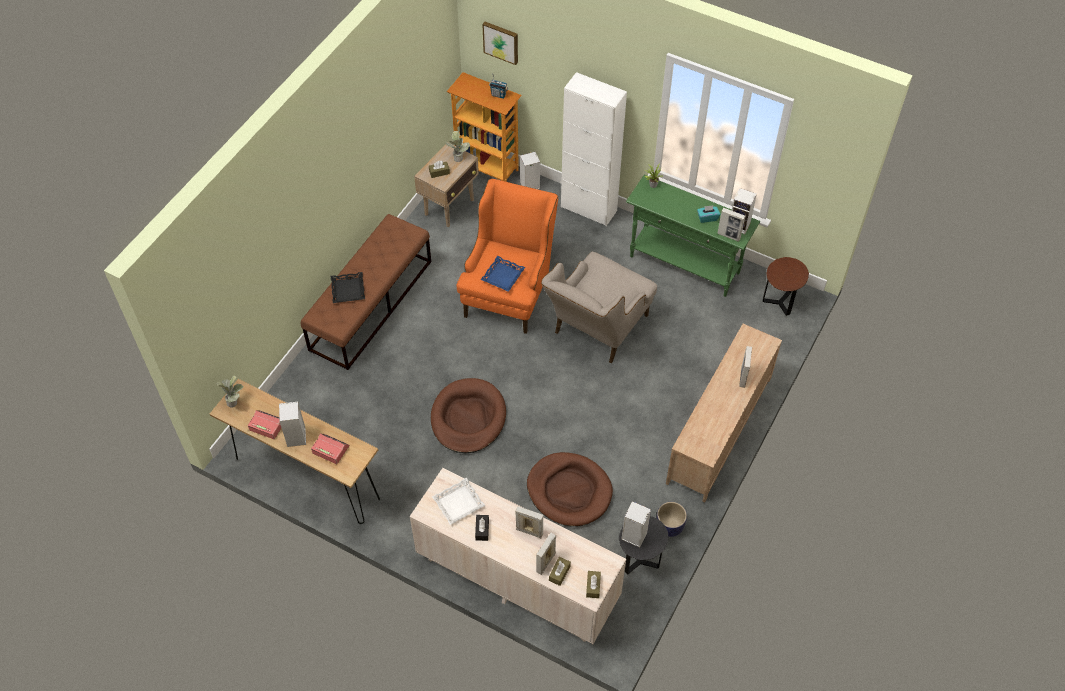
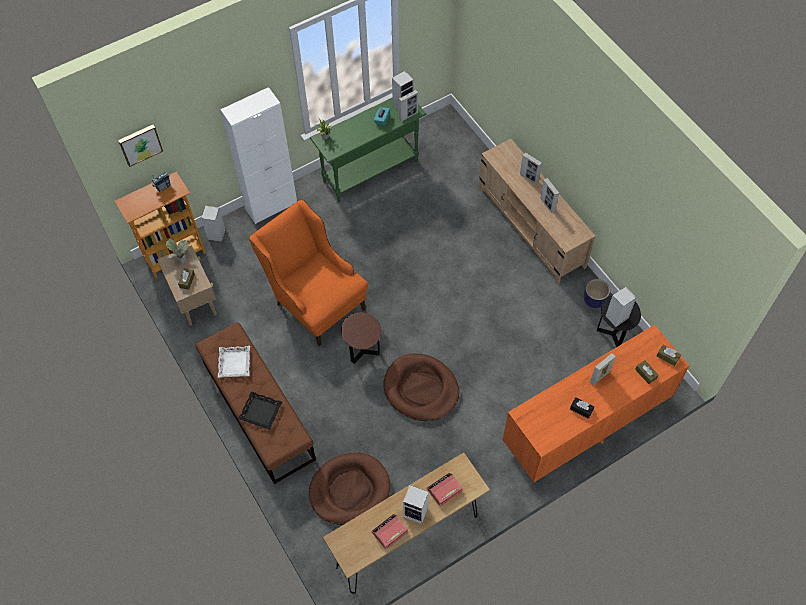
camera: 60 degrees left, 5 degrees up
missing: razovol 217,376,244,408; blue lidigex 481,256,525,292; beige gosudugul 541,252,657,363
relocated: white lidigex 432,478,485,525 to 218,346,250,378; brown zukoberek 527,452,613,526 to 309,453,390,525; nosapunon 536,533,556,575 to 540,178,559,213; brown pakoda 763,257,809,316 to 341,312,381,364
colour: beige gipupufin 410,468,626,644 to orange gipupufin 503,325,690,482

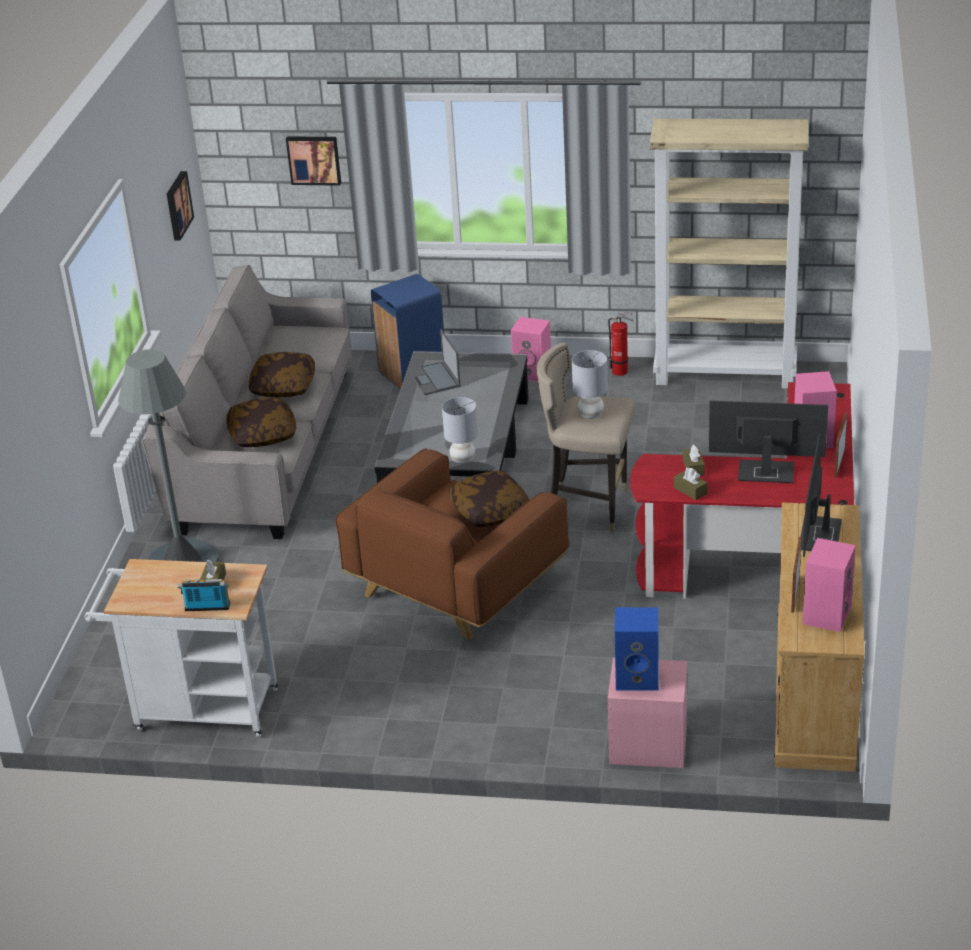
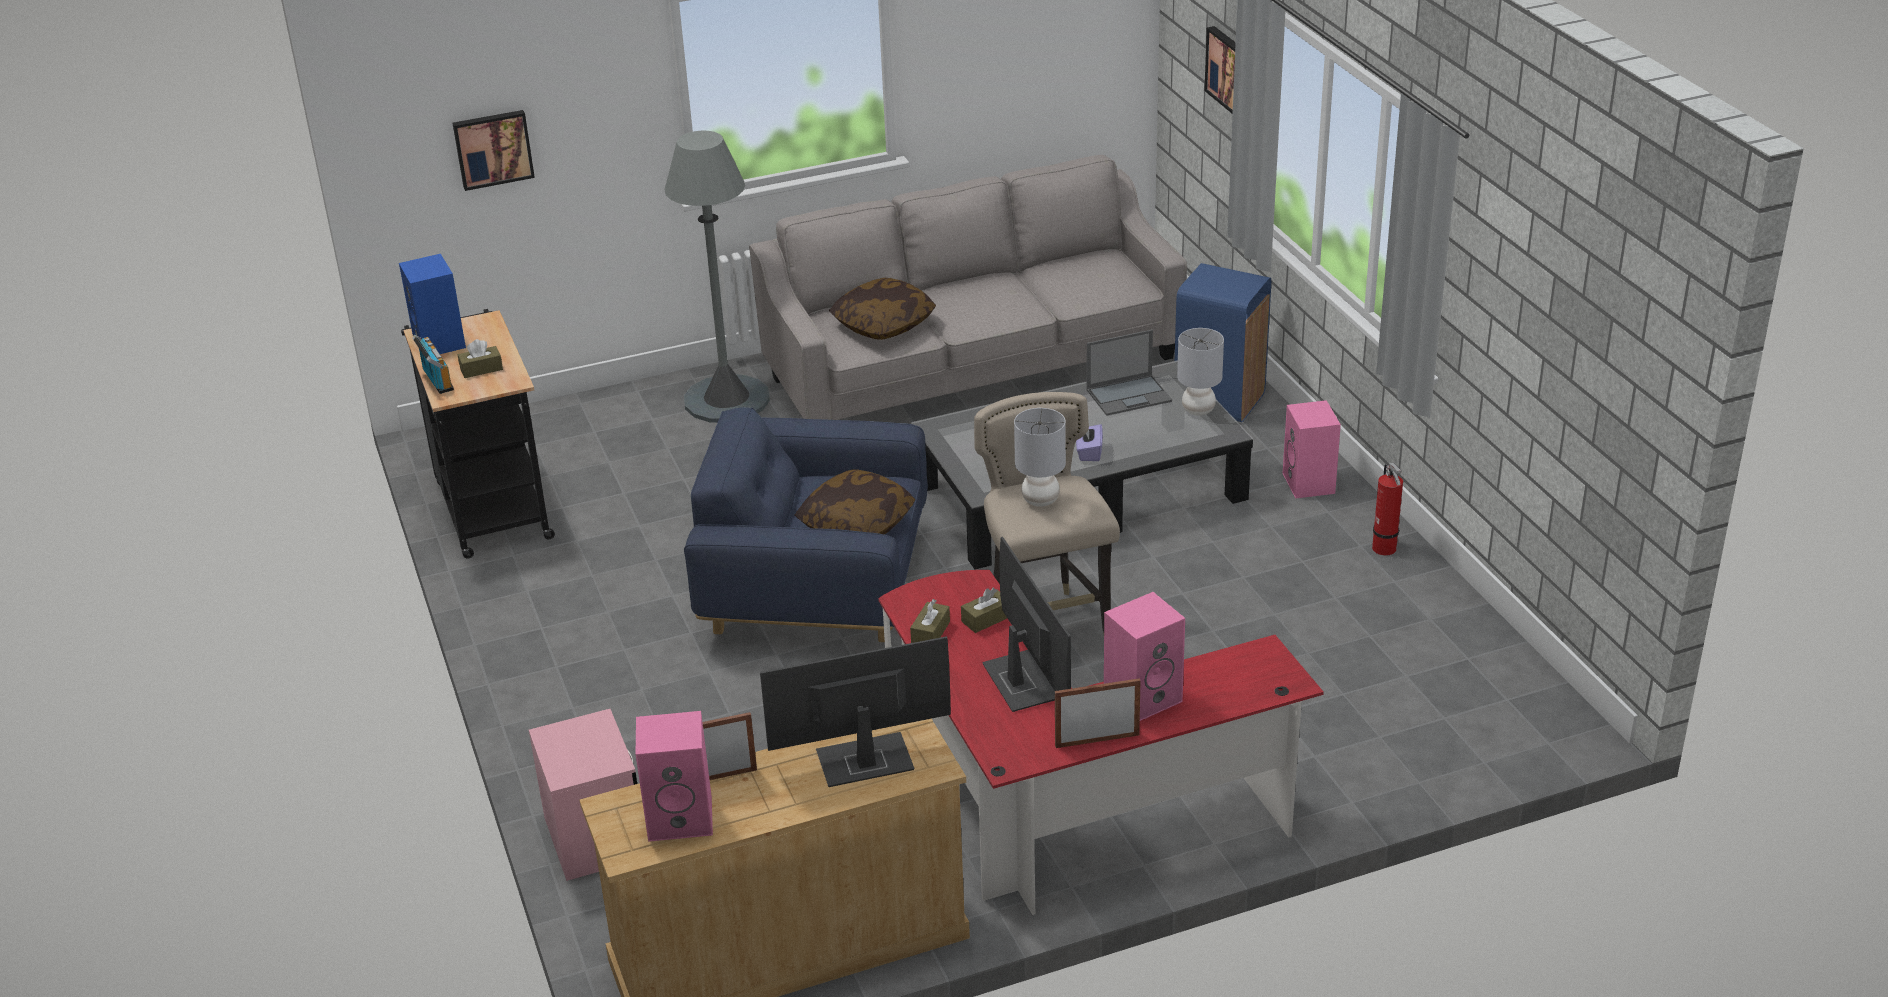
camera: 60 degrees right, 0 degrees up
missing: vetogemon 249,352,315,398; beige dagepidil 650,119,808,389
appeared: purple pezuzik 1076,424,1103,461
relocated: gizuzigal 167,171,194,241 to 453,110,535,191; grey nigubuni 442,397,478,464 to 1177,328,1224,416; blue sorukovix 615,607,659,691 to 399,254,466,354
colour: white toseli 84,559,278,737 to black toseli 401,309,555,559; brown gosudugul 335,449,569,640 to blue gosudugul 684,407,928,642
spun: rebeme 409,329,460,395 = 1086,330,1172,416 150 degrees counterclockwise

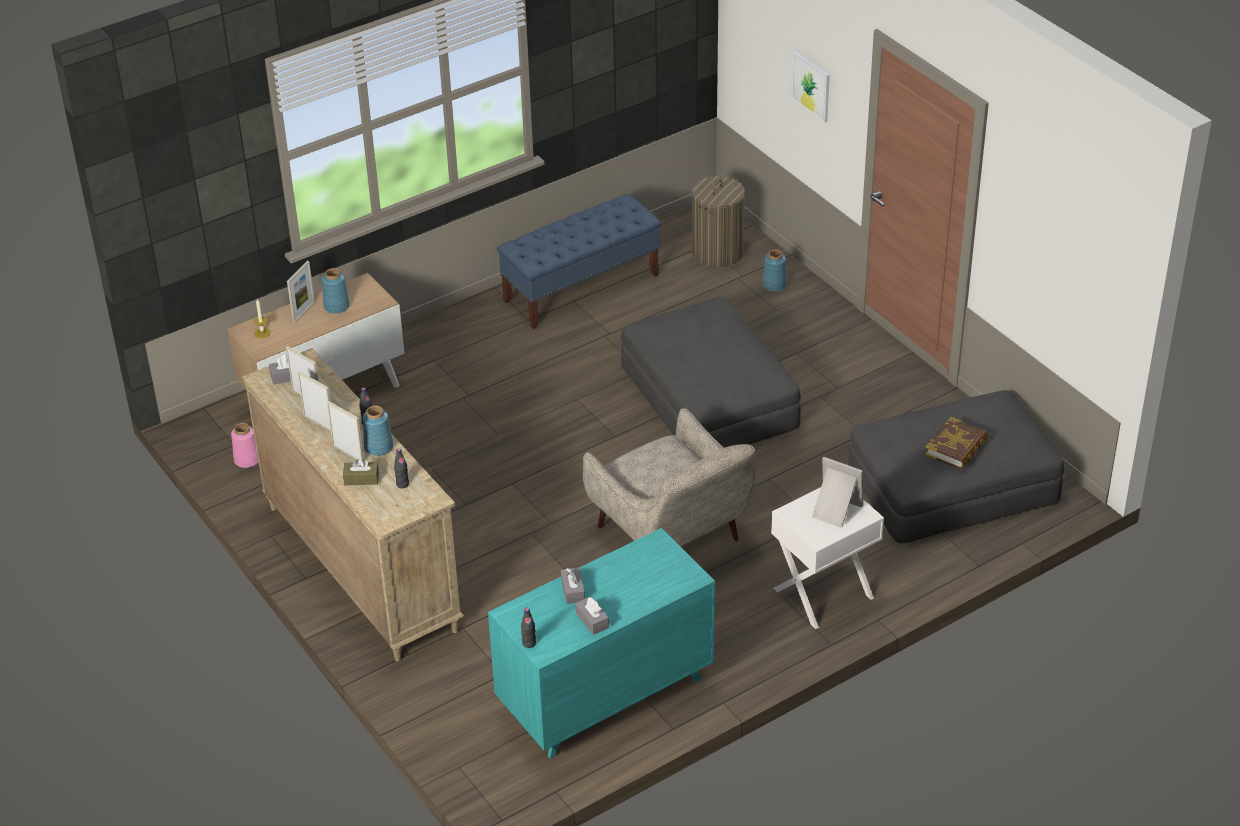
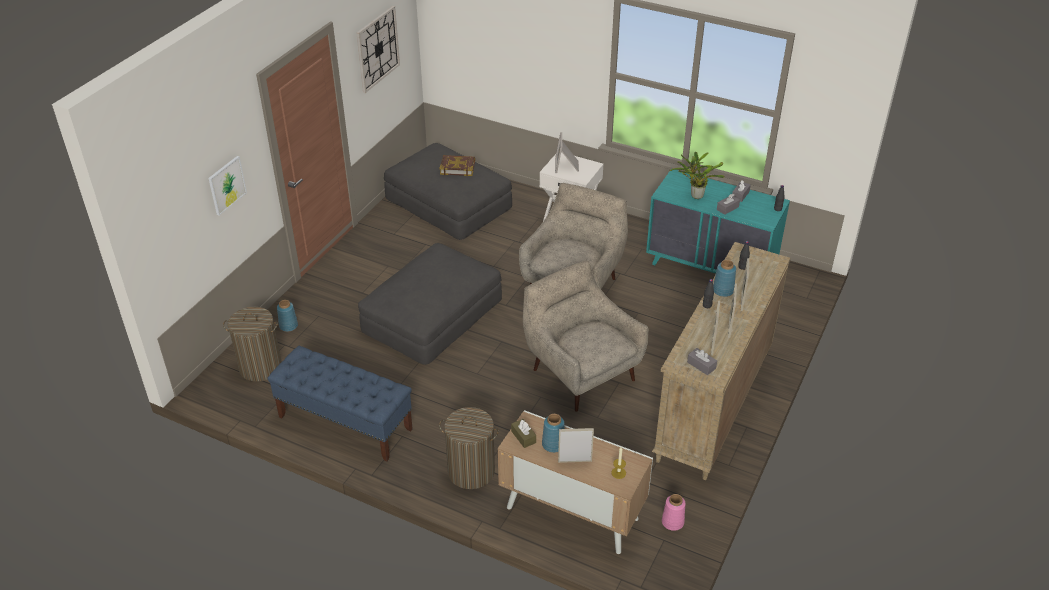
camera: 120 degrees left, 0 degrees up
appeared: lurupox 356,6,400,93; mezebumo 439,407,499,489; beige gosudugul 523,260,648,412; razovol 670,152,725,199
relocated: brown pezuzik 343,459,379,485 to 511,419,536,448

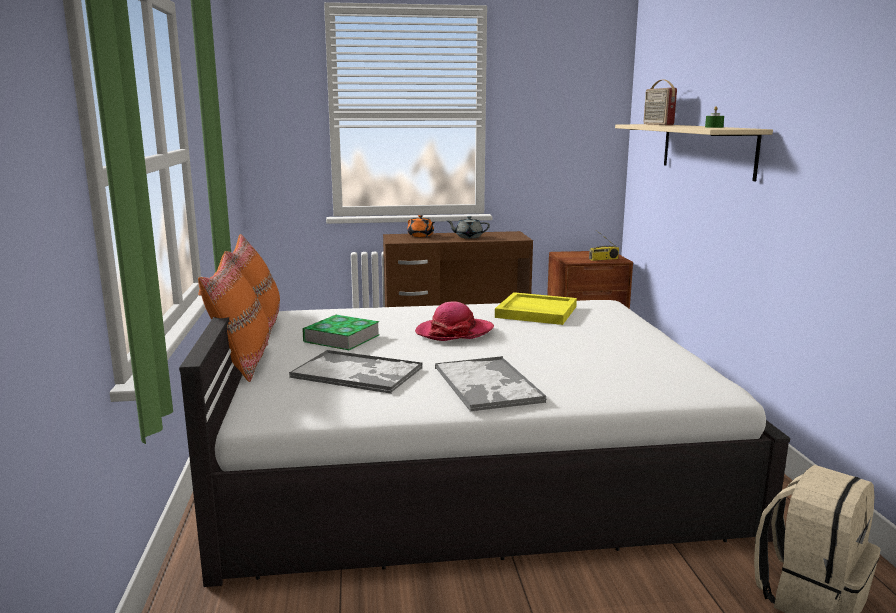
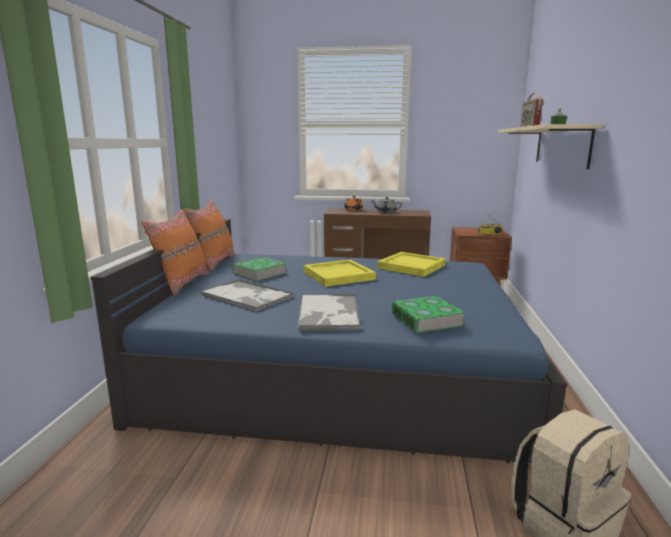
camera: 15 degrees right, 0 degrees up
appeared: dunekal 392,296,465,333
exchanged: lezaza 415,301,494,341 to yellow lidigex 304,260,376,287
colour: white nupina 179,300,790,587 to blue nupina 91,219,567,464

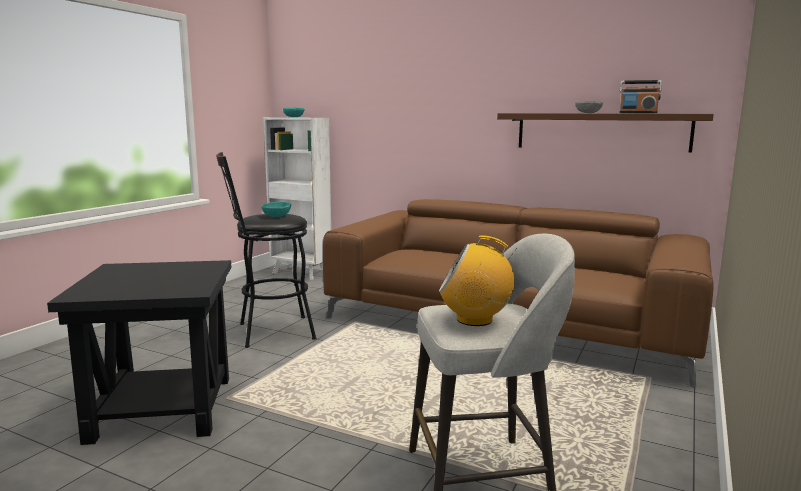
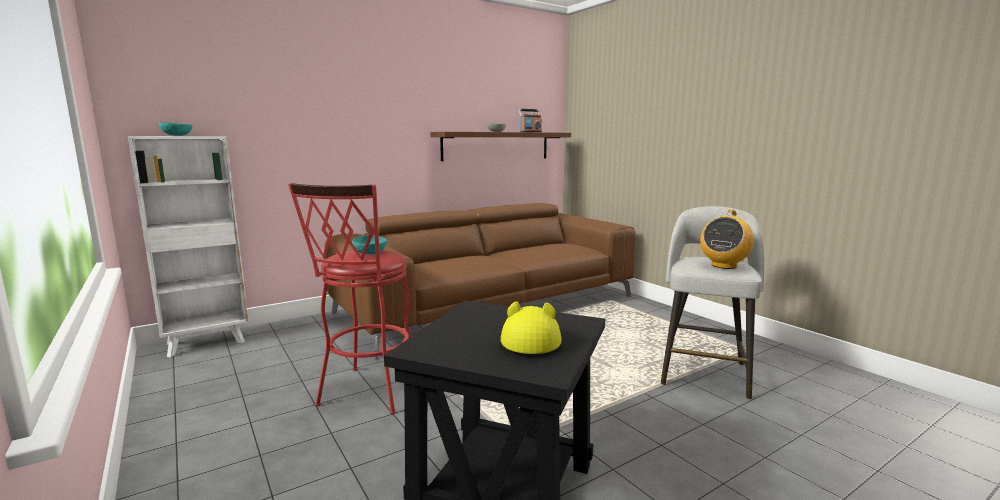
camera: 60 degrees left, 0 degrees up
appeared: yellow lezaza 501,301,562,354
colour: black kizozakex 216,152,316,348 to red kizozakex 288,183,411,414

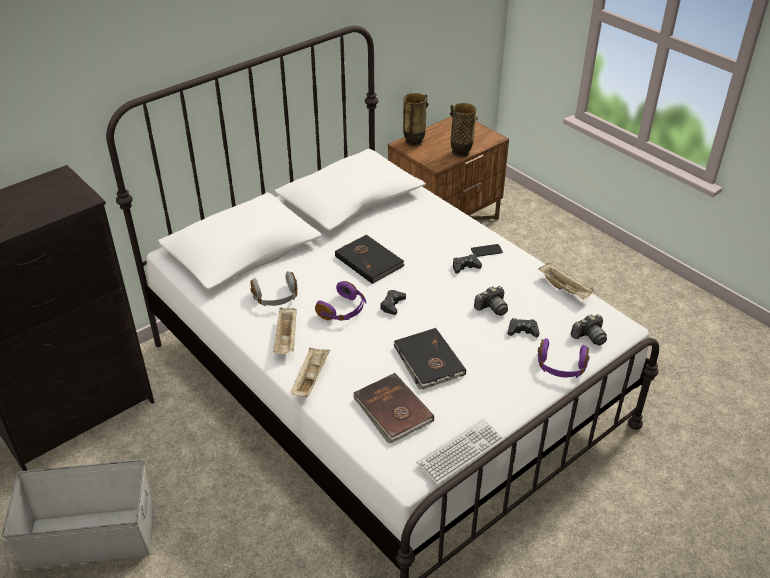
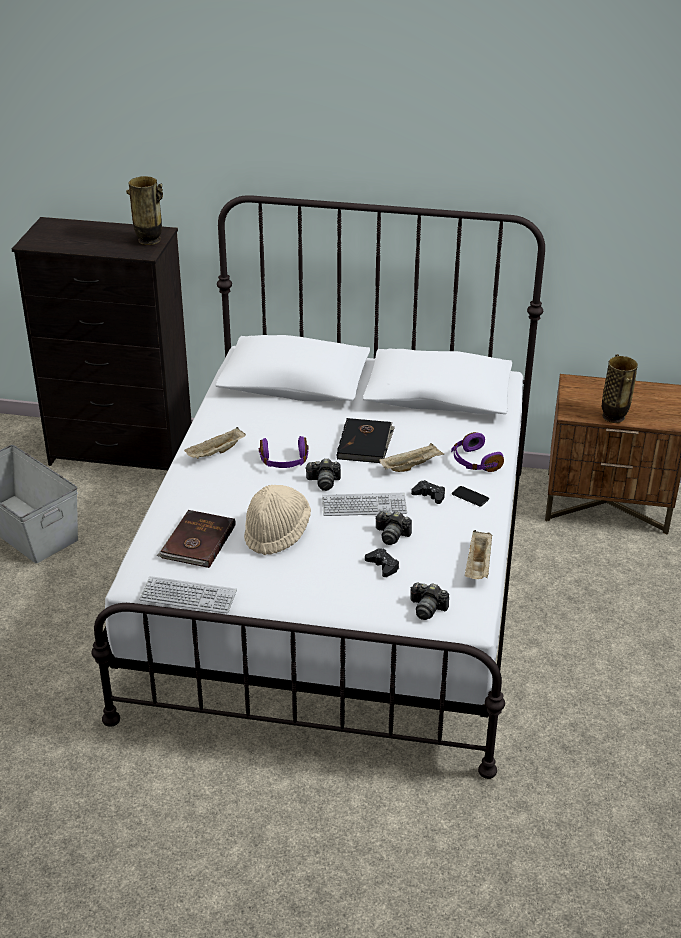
camera: 50 degrees right, 5 degrees down
missing: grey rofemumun 250,271,298,306
appeared: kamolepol 322,493,407,516
relocated: beige lidigex 291,348,330,397 to 379,443,444,472; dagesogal 403,93,429,146 to 126,176,163,245; purple rofemumun 538,338,590,378 to 451,432,504,472
exchanged: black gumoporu 380,290,406,315 to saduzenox 305,459,341,491; black dunekal 393,328,466,390 to beige lezaza 244,485,311,555

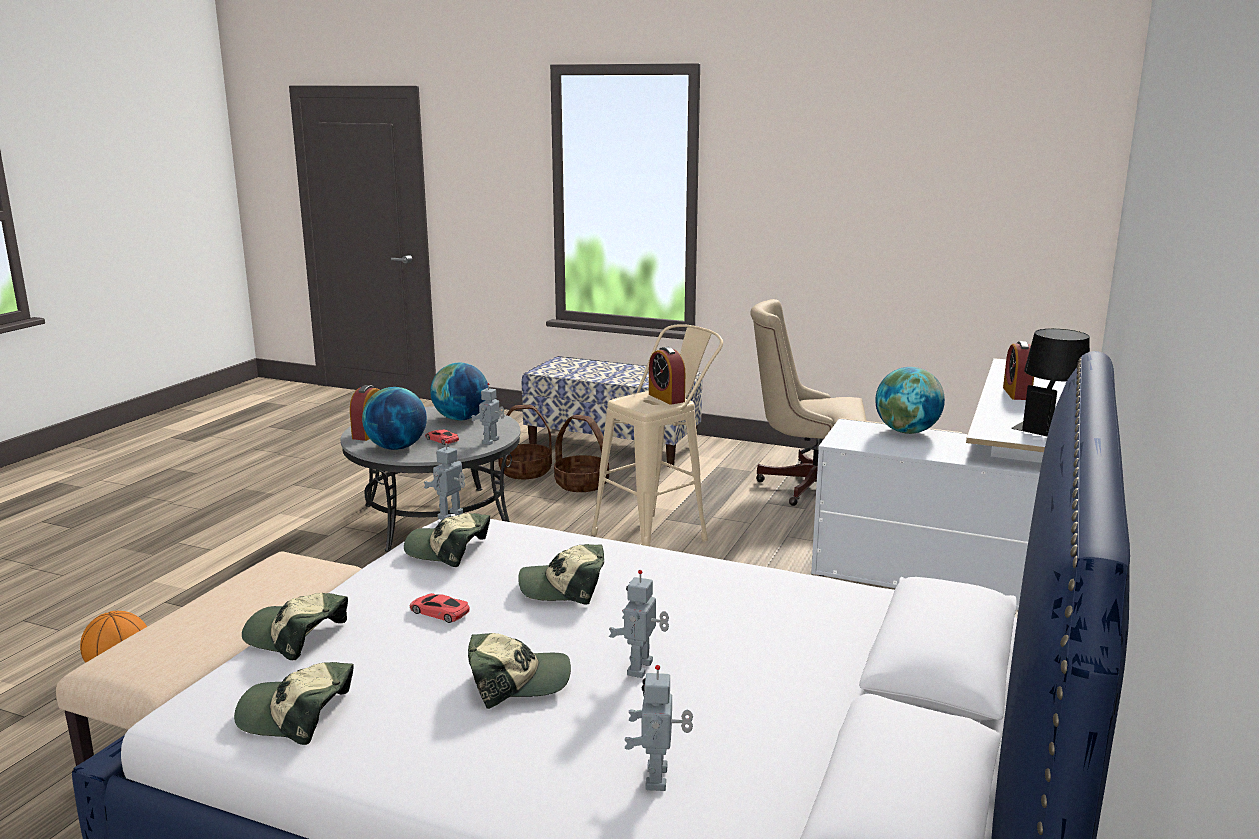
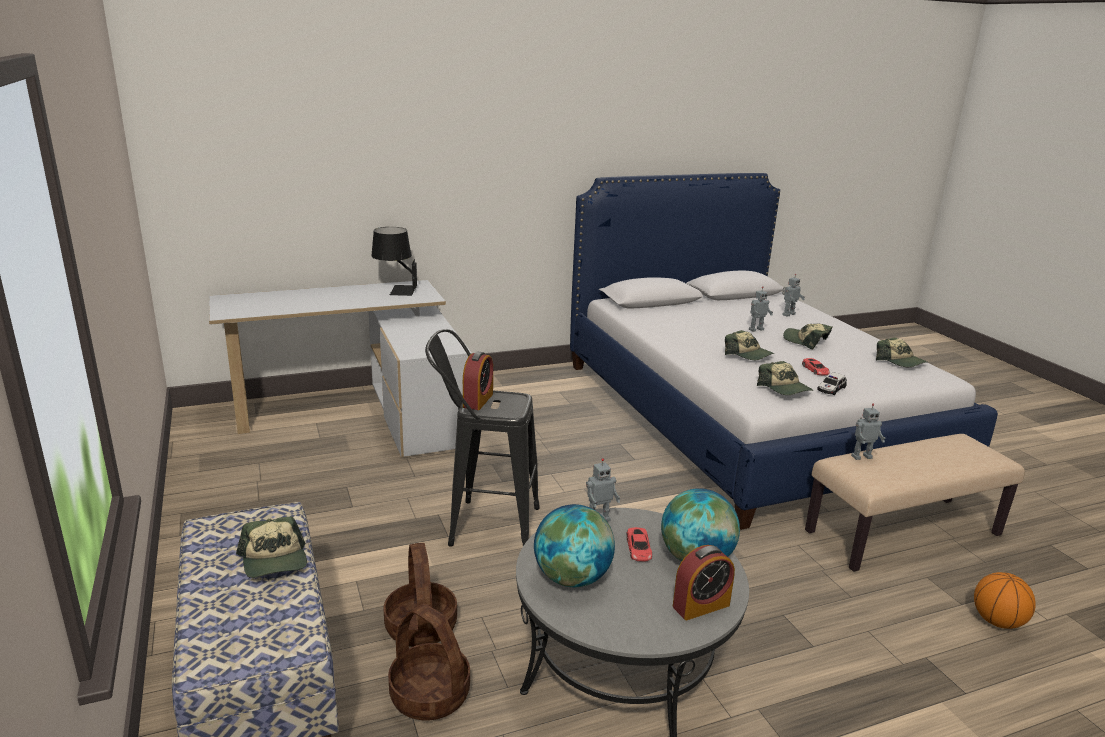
camera: 135 degrees left, 5 degrees up
missing: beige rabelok 750,299,867,506; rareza 875,367,945,434; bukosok 1003,341,1034,400
appeared: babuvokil 817,372,847,395
relocated: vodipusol 242,593,348,660 to 236,517,307,578; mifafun 424,440,465,520 to 851,403,885,460
colour: beige kizozakex 591,324,723,546 to black kizozakex 425,329,540,547

